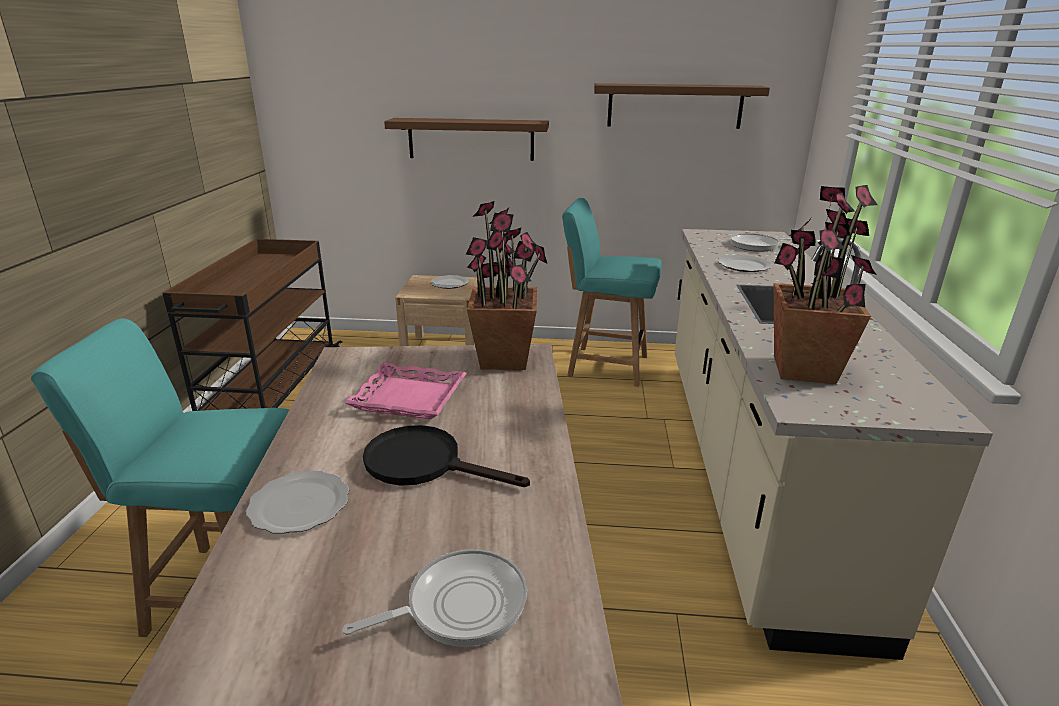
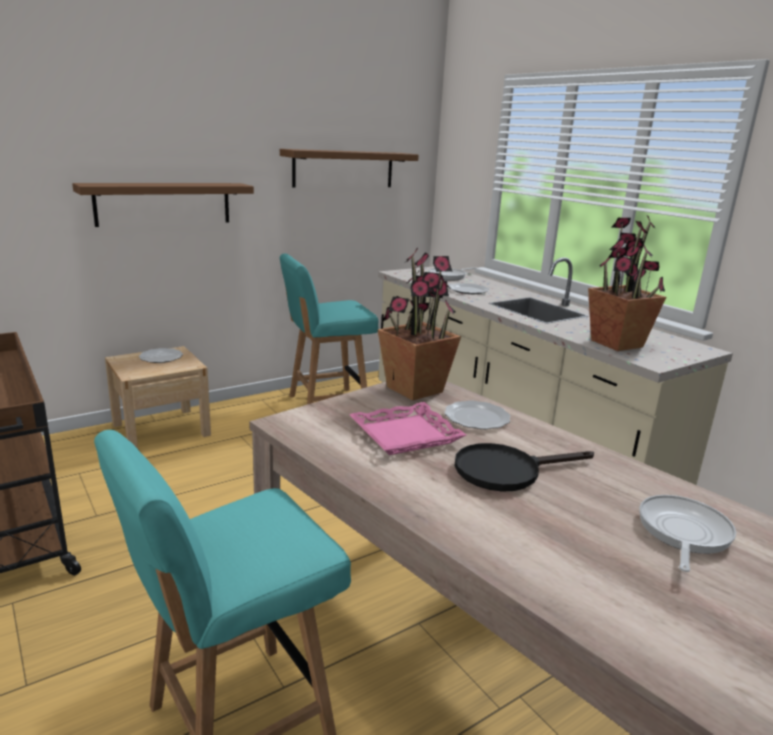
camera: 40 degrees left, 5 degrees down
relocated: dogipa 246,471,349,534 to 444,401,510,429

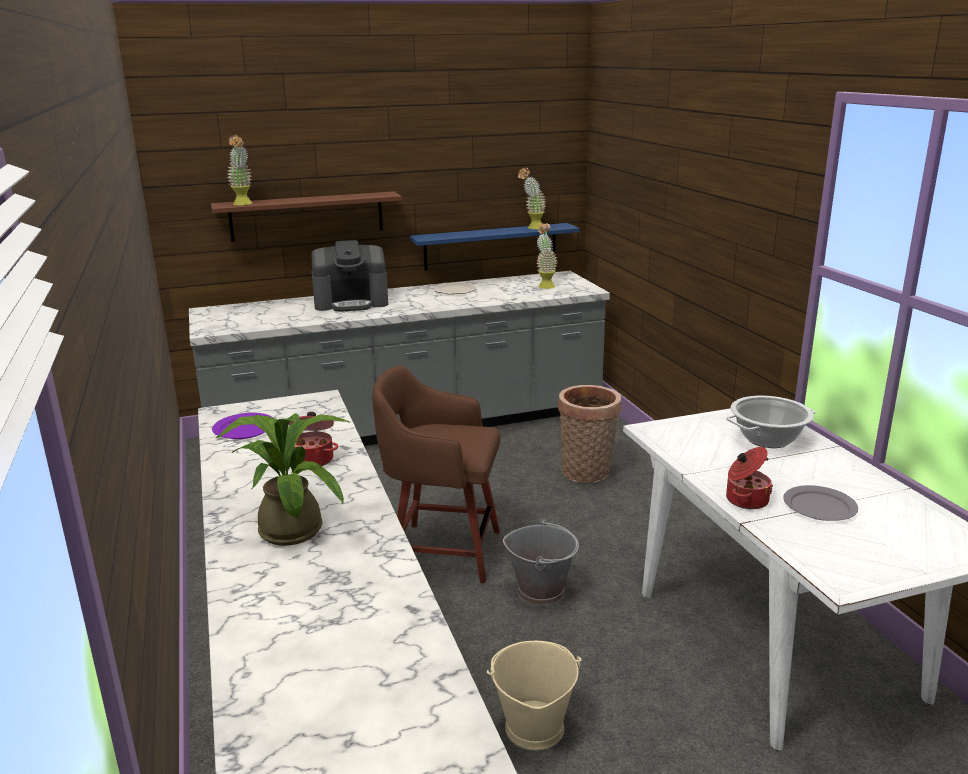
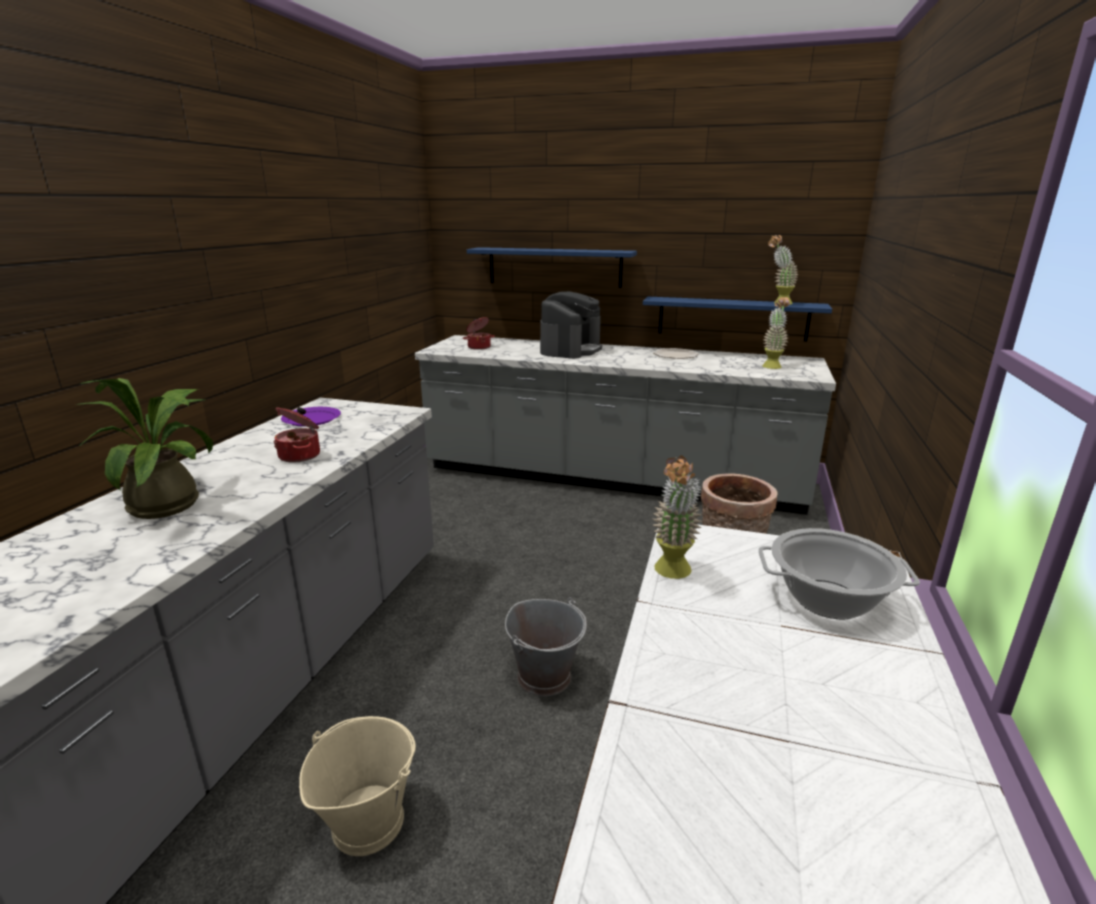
camera: 35 degrees right, 0 degrees up
missing: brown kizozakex 372,365,500,583; grey dogipa 783,485,858,521
relocated: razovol 227,135,252,205 to 653,455,703,579; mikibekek 726,447,773,509 to 463,317,495,350
colour: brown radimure 211,191,402,242 to blue radimure 467,247,637,288
spun: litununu 311,240,388,312 = 540,291,602,359 90 degrees counterclockwise

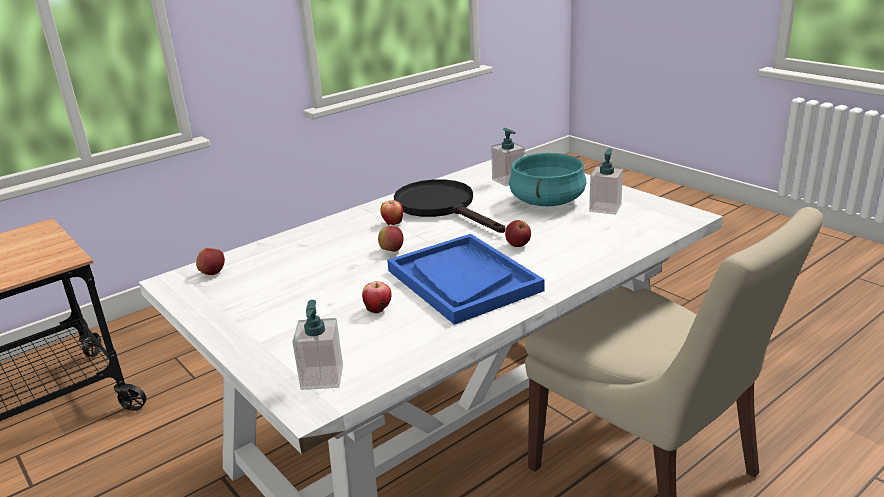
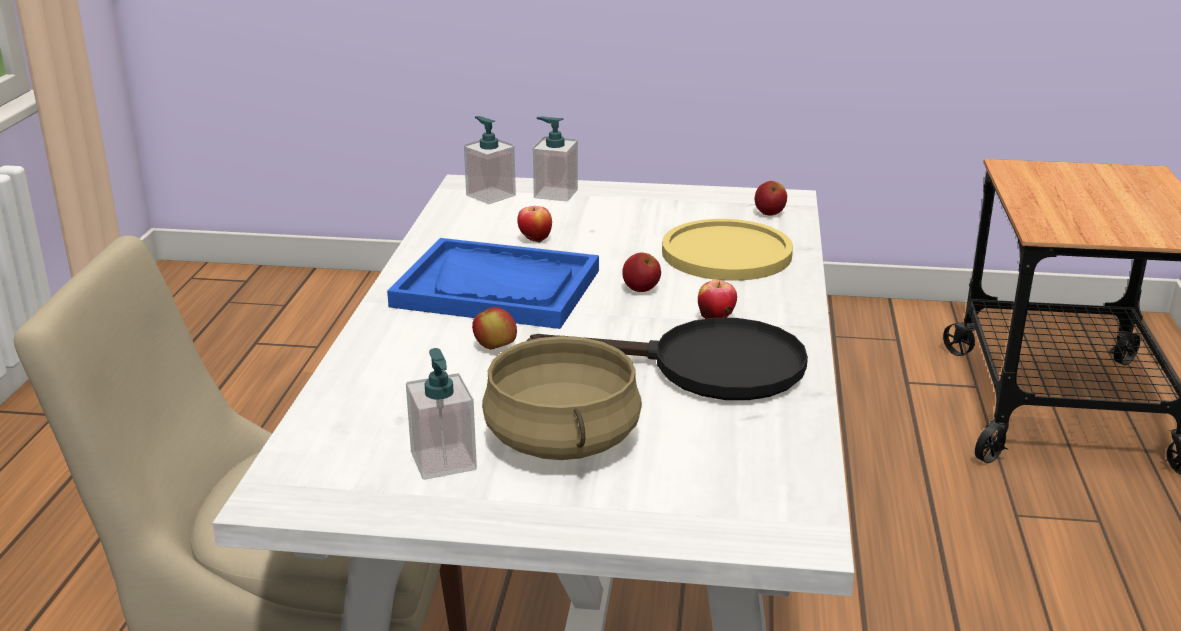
camera: 135 degrees right, 0 degrees up
appeared: yellow dogipa 662,219,793,281
relocated: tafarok 491,128,525,186 to 533,116,578,202
colour: turquoise mikibekek 509,153,586,206 to beige mikibekek 482,336,642,460

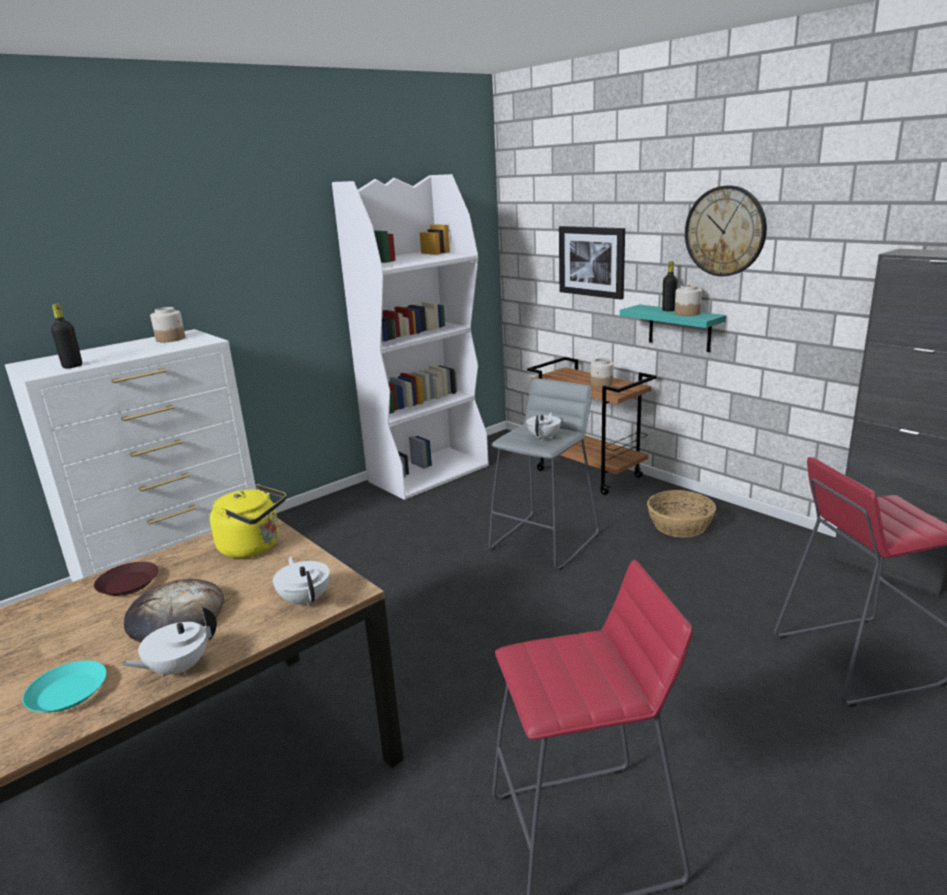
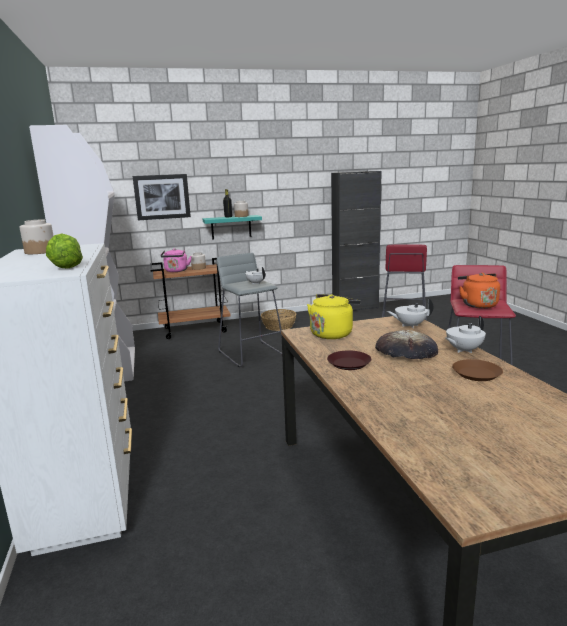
camera: 65 degrees left, 5 degrees down
missing: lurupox 685,185,767,276
appeared: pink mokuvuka 160,248,192,272; orange mokuvuka 458,273,500,308
exchanged: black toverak 51,304,82,368 to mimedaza 46,233,83,268
colour: turquoise dogipa 22,660,107,712 to brown dogipa 452,359,503,381
spun: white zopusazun 120,607,217,677 = 445,316,486,353 75 degrees clockwise

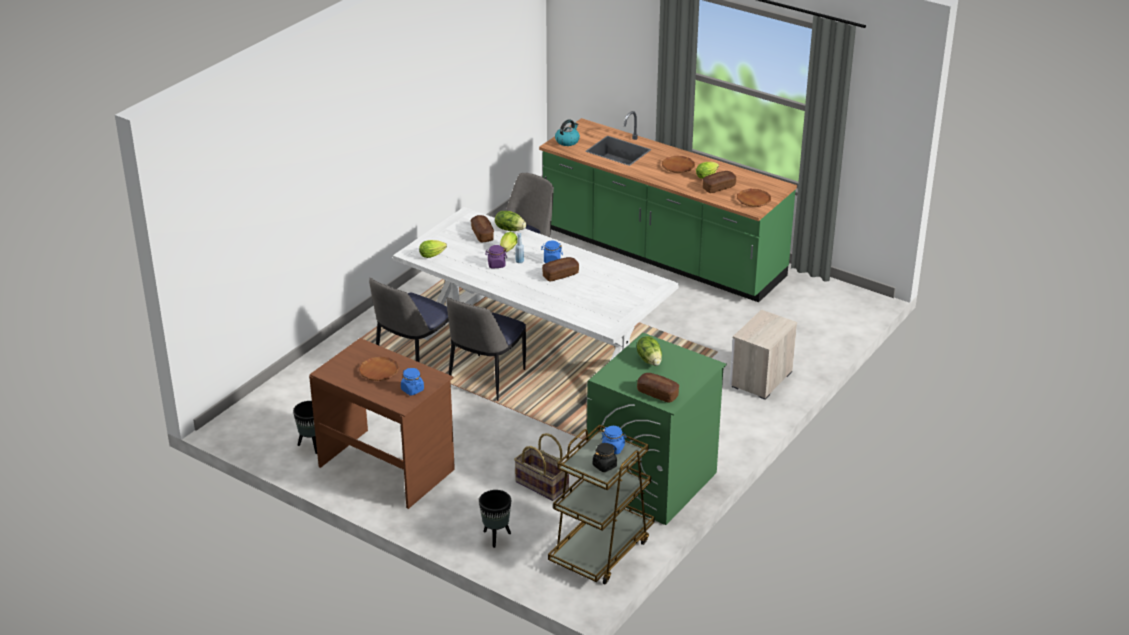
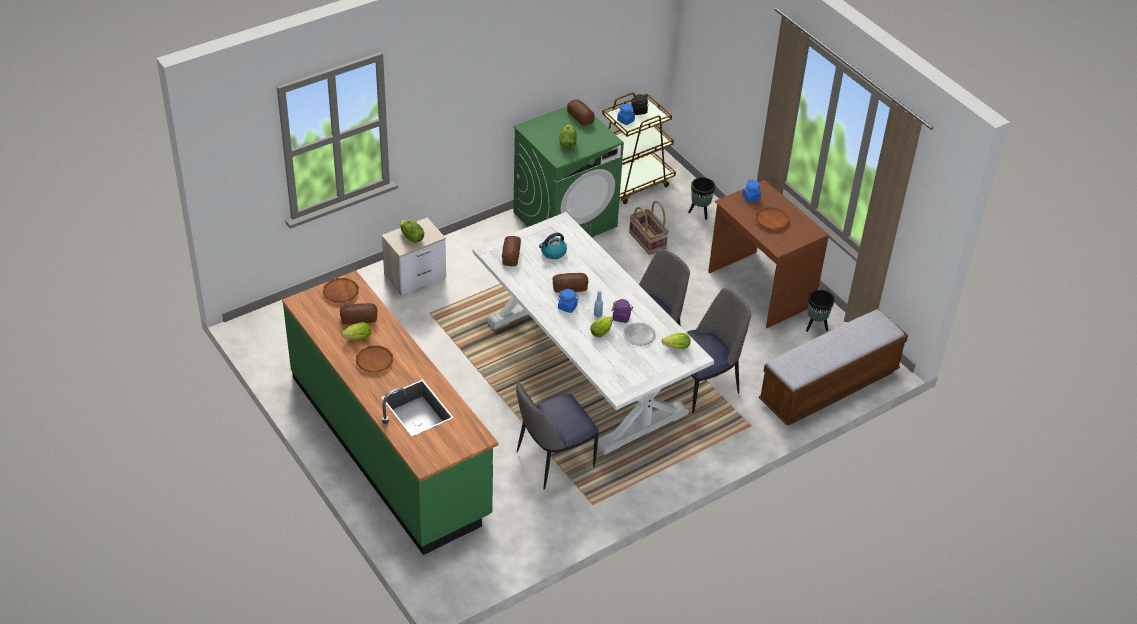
camera: 160 degrees left, 10 degrees up
appeared: dogipa 623,323,656,346; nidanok 759,309,908,426
relocated: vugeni 470,215,494,242 to 502,236,521,266; mimedaza 495,211,526,231 to 400,220,424,243; mokuvuka 555,119,580,146 to 539,233,567,259

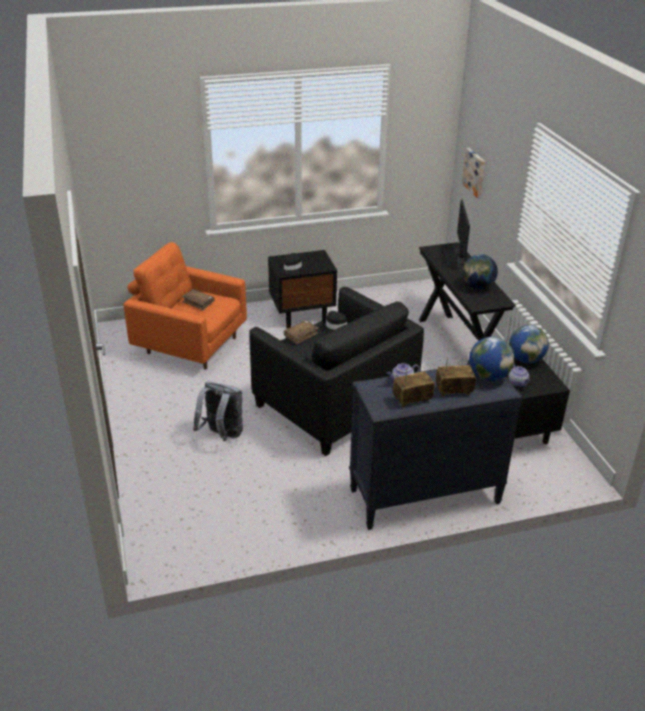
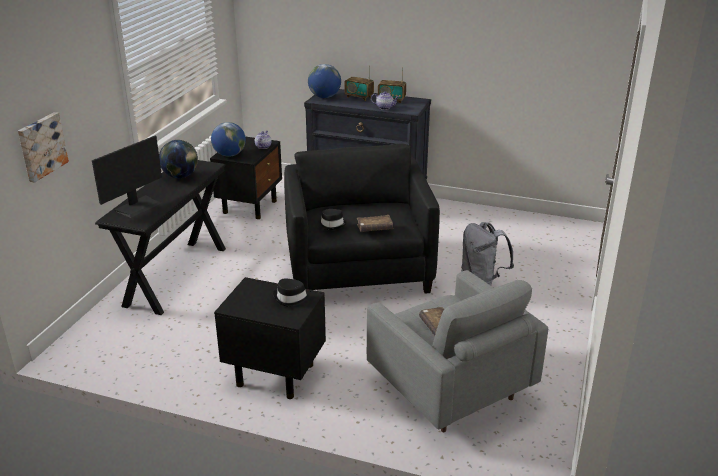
camera: 145 degrees left, 5 degrees down
colour: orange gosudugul 123,242,247,370 to grey gosudugul 367,270,548,432

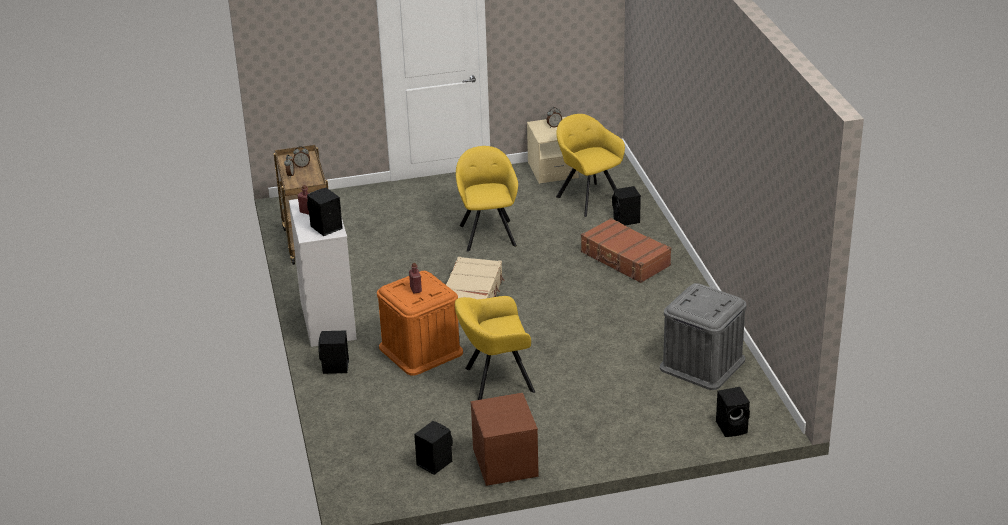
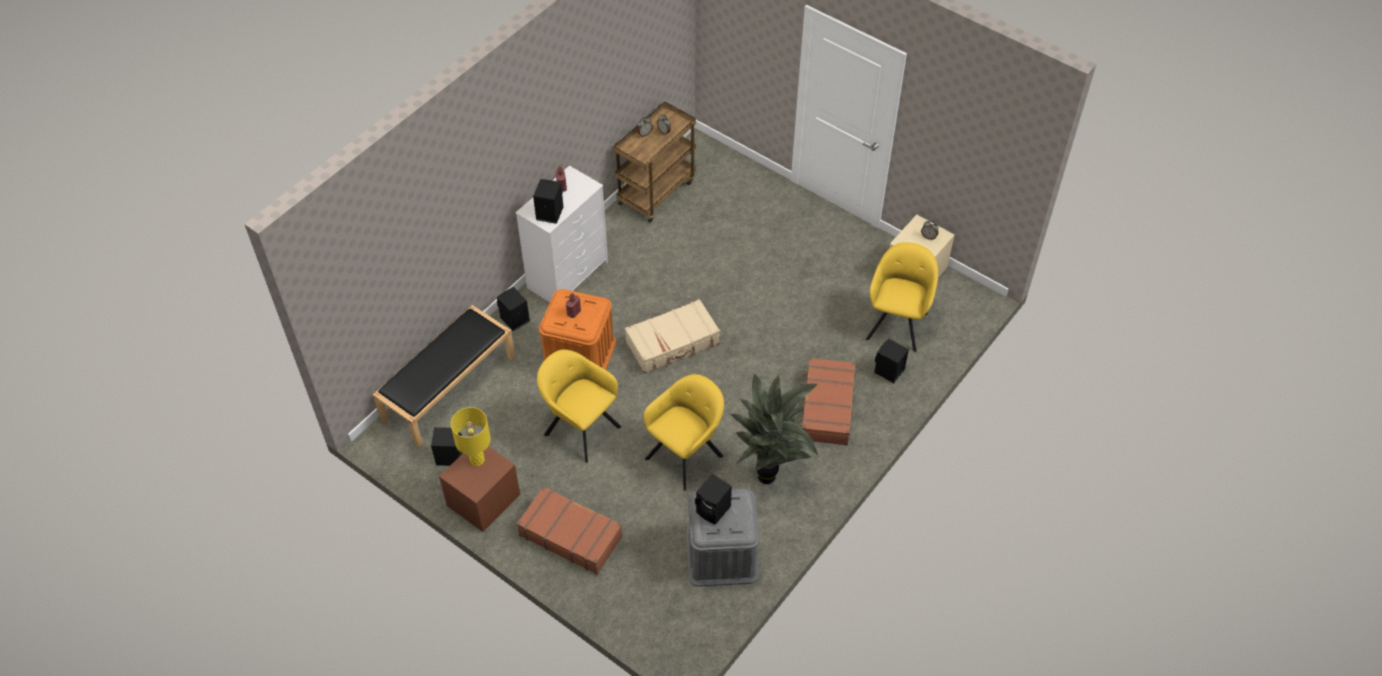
camera: 50 degrees right, 20 degrees up
appeared: black nidanok 373,305,515,448; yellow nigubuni 451,407,491,466; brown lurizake 517,486,623,575; razovol 730,374,818,484
relocated: yellow gosudugul 456,146,518,252 to 644,374,724,491; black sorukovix 716,387,750,437 to 695,474,732,525

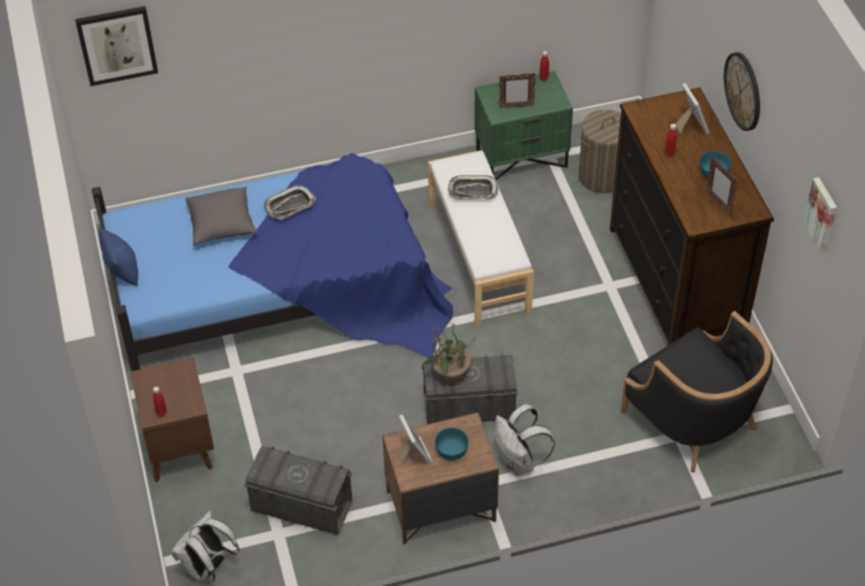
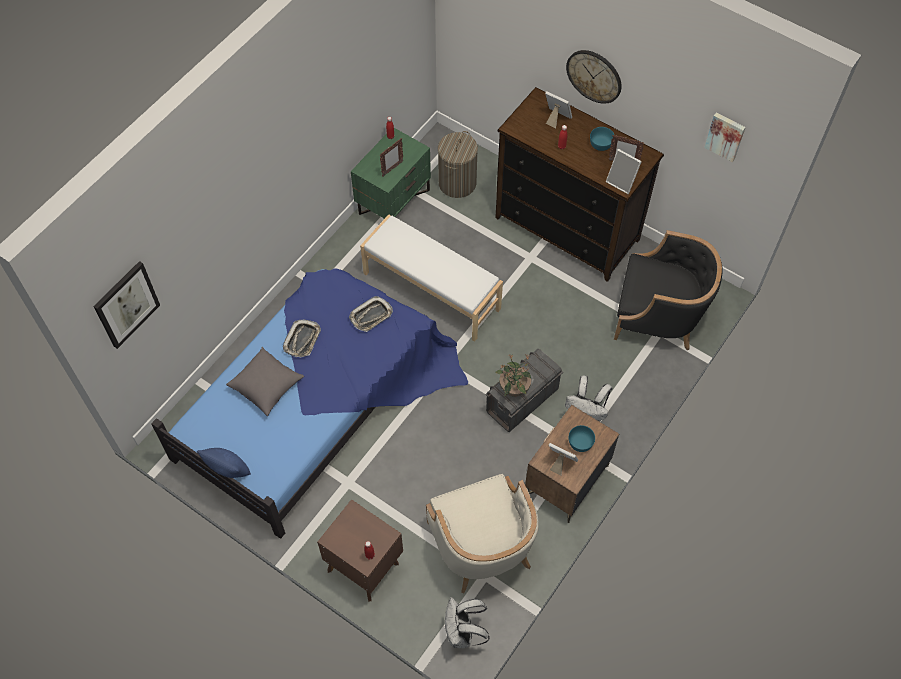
camera: 40 degrees left, 10 degrees up
appeared: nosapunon 606,149,642,194
relocated: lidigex 448,175,498,200 to 349,296,393,332
exchanged: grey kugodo 244,446,352,535 to beige gosudugul 426,474,539,593

